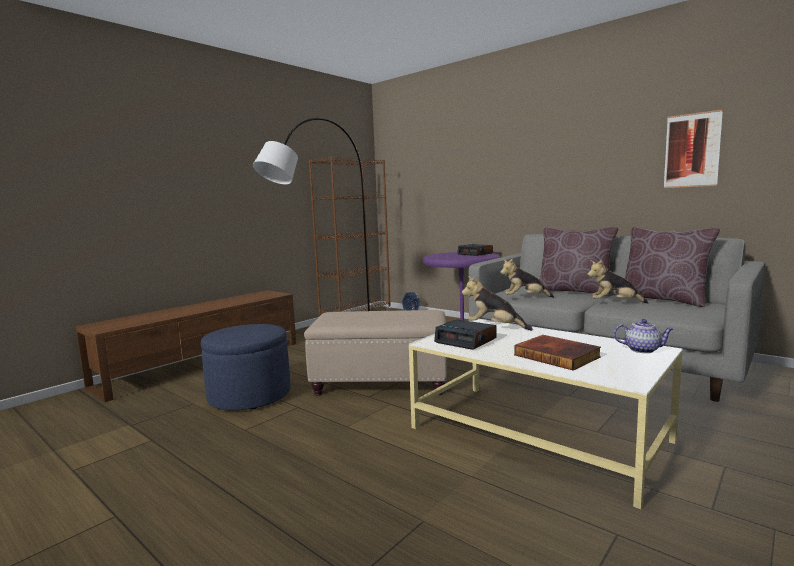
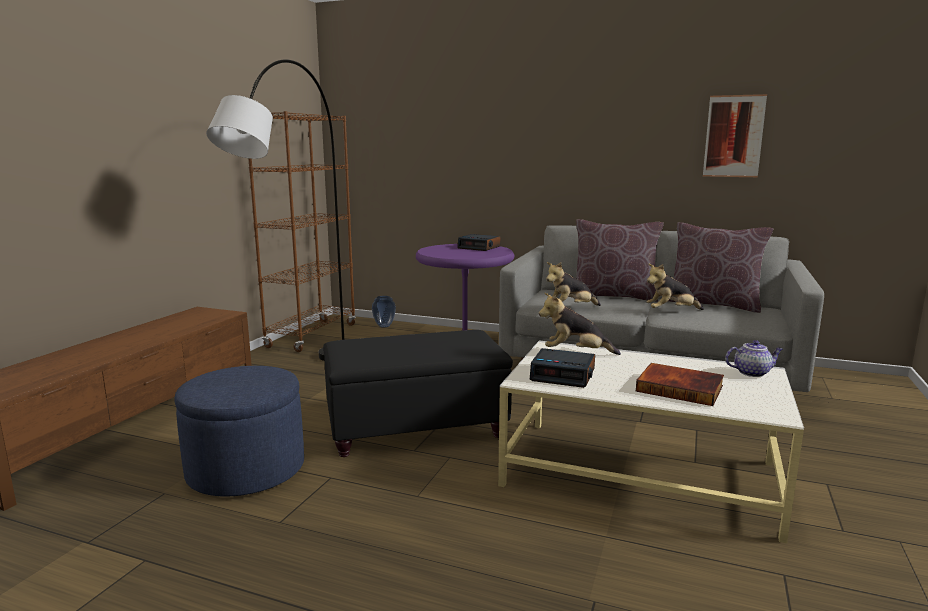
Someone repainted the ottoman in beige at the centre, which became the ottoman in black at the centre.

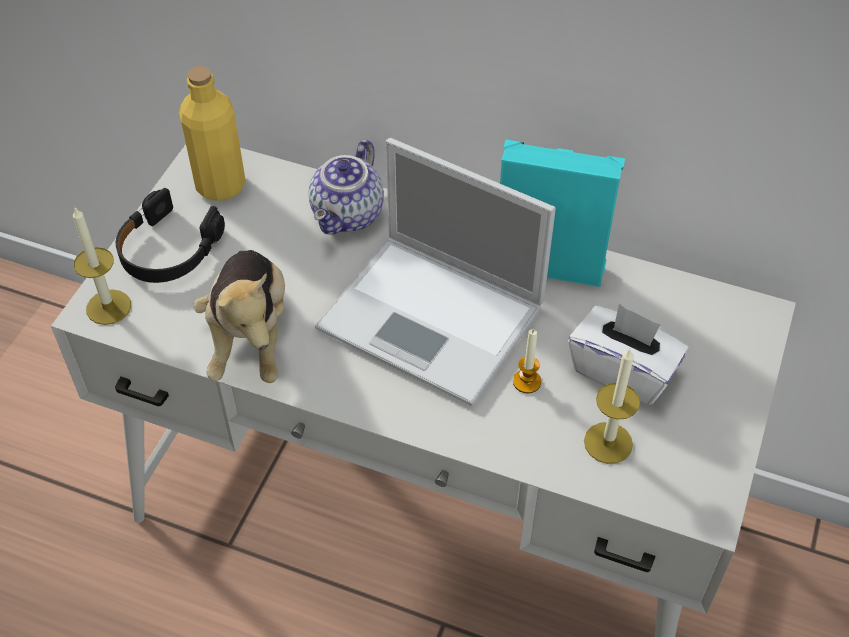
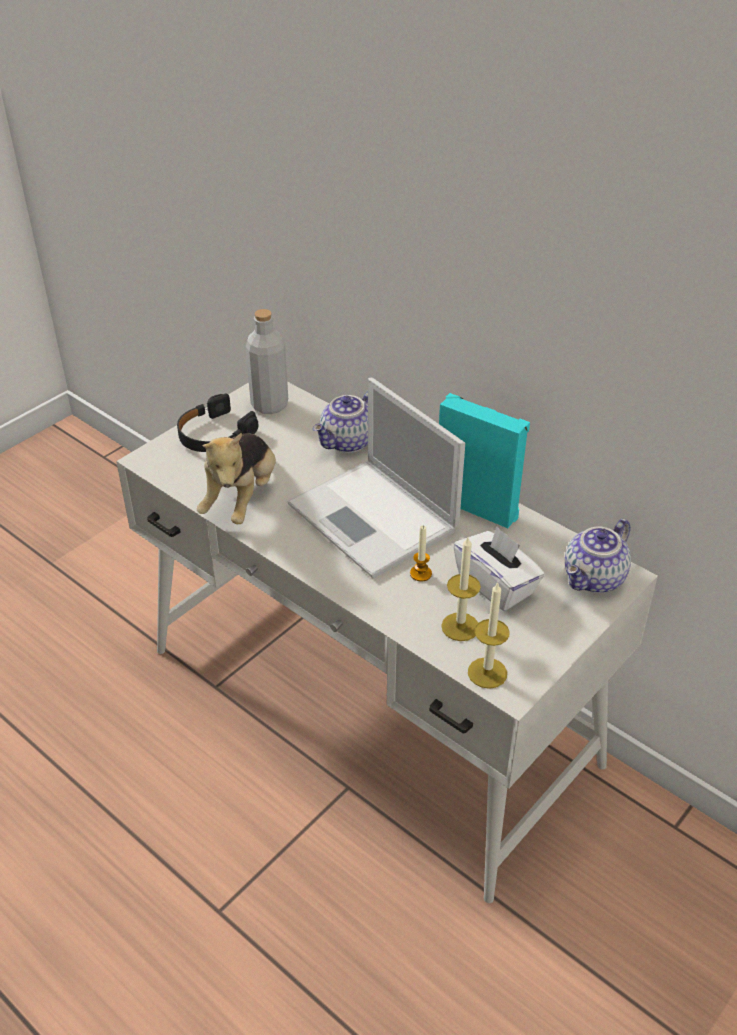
Someone repainted the bottle in yellow at the top left, which became the bottle in grey at the centre. Someone carried the candle (no. 1 from left in the first image) from the middle left to the centre. Someone put down the teapot (no. 2 from left) at the middle right.

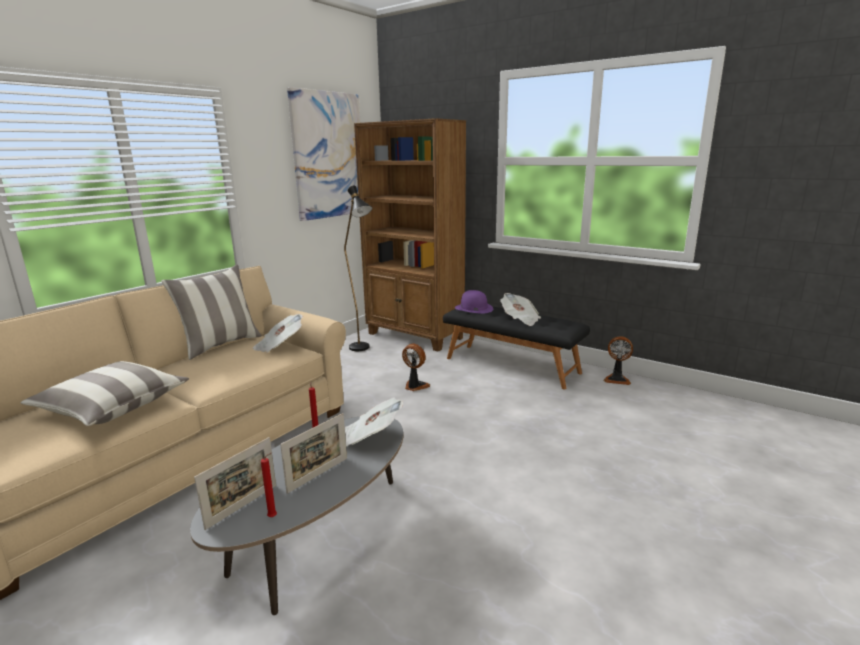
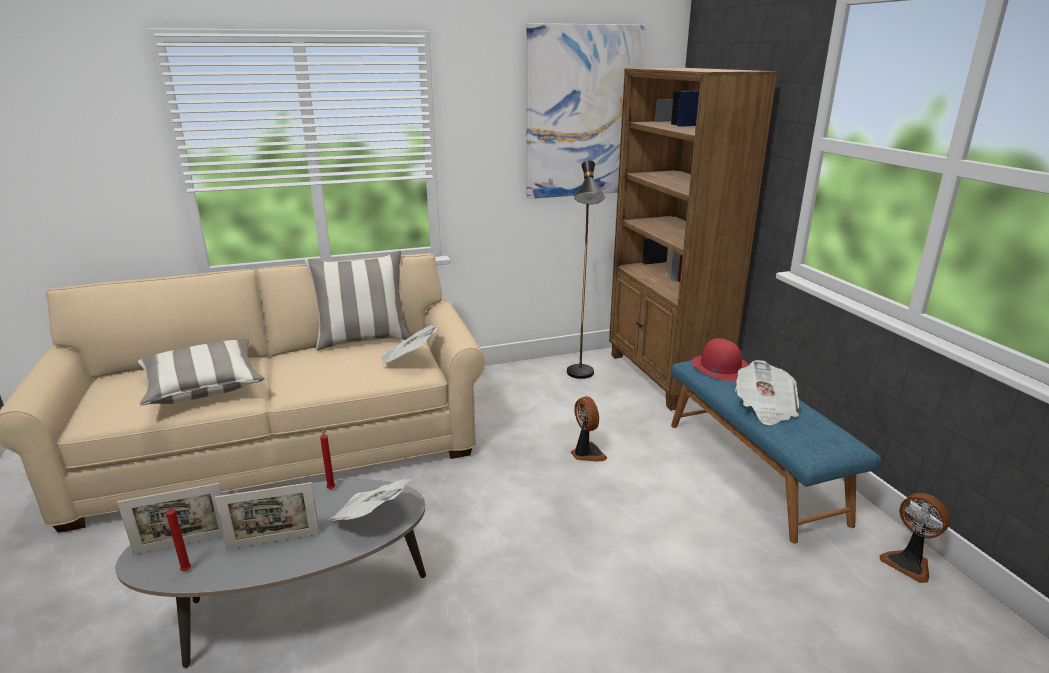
Someone repainted the bench in black at the centre, which became the bench in blue at the bottom right. Someone repainted the hat in purple at the centre, which became the hat in red at the middle right.

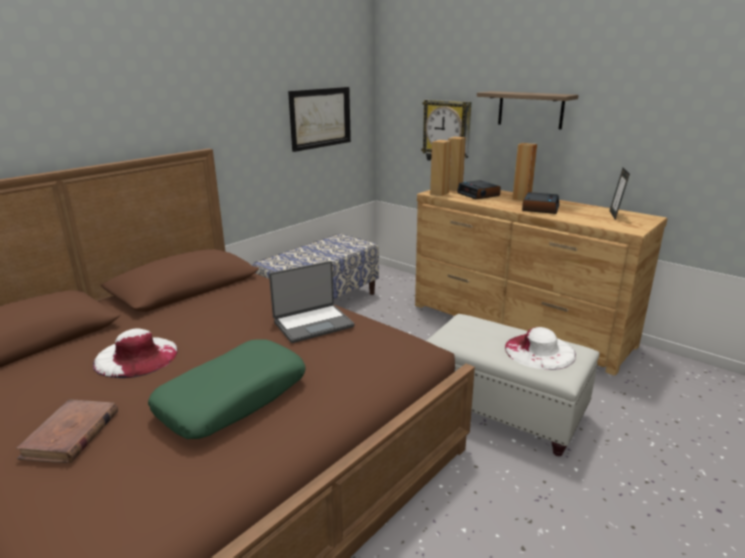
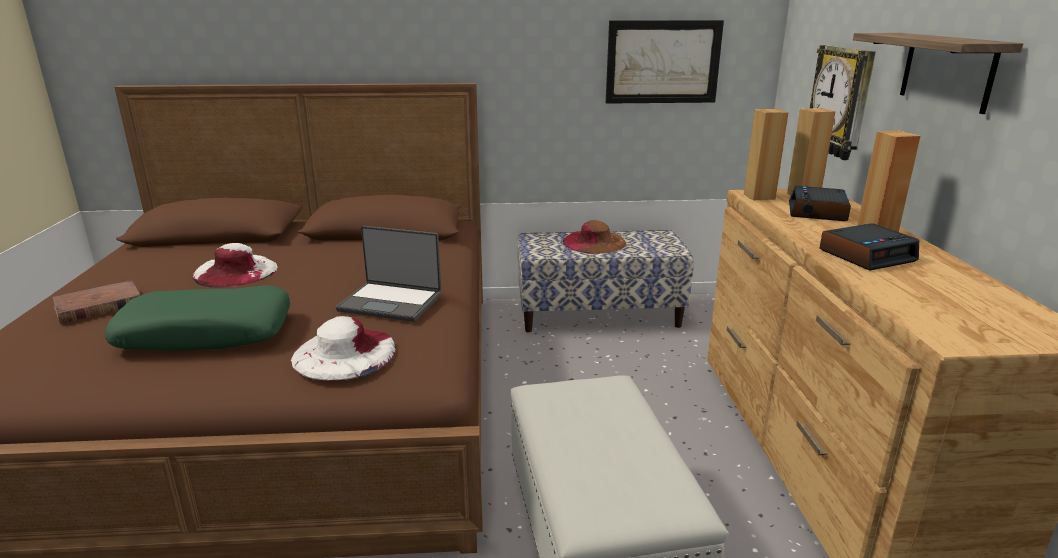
Someone carried the hat in white (no. 2 from left) from the middle right to the middle left. Someone put down the hat in brown at the centre. Someone took away the picture frame at the middle right.

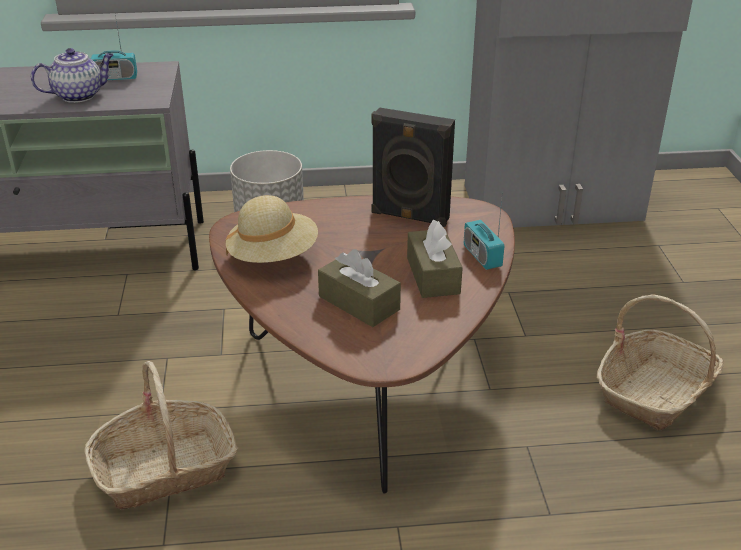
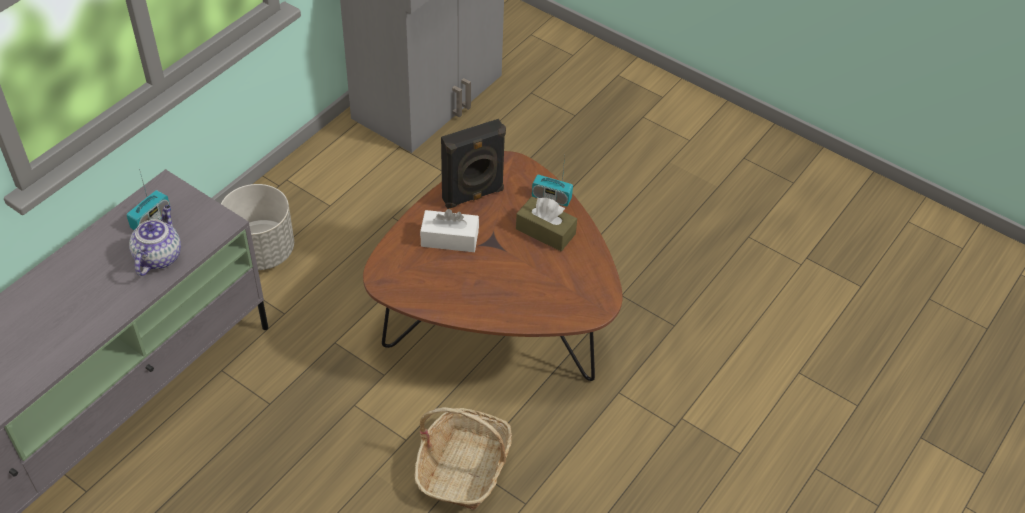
Someone put down the tissue box in white at the centre. Someone took away the hat in beige at the centre. Someone took away the tissue box in brown (no. 1 from left) at the centre. Someone took away the basket (no. 2 from left) at the middle right.

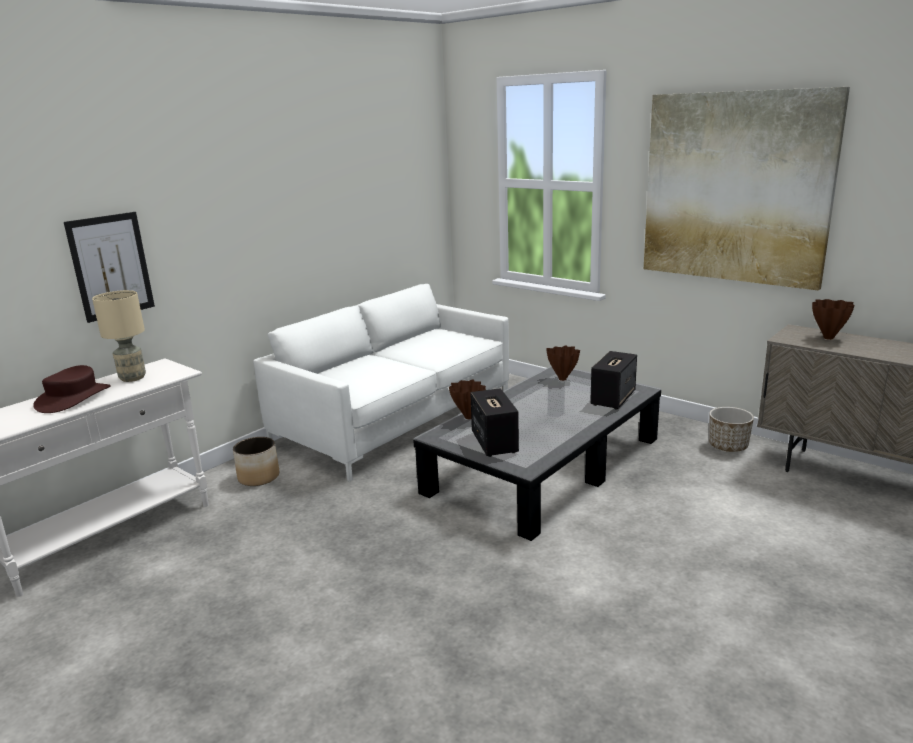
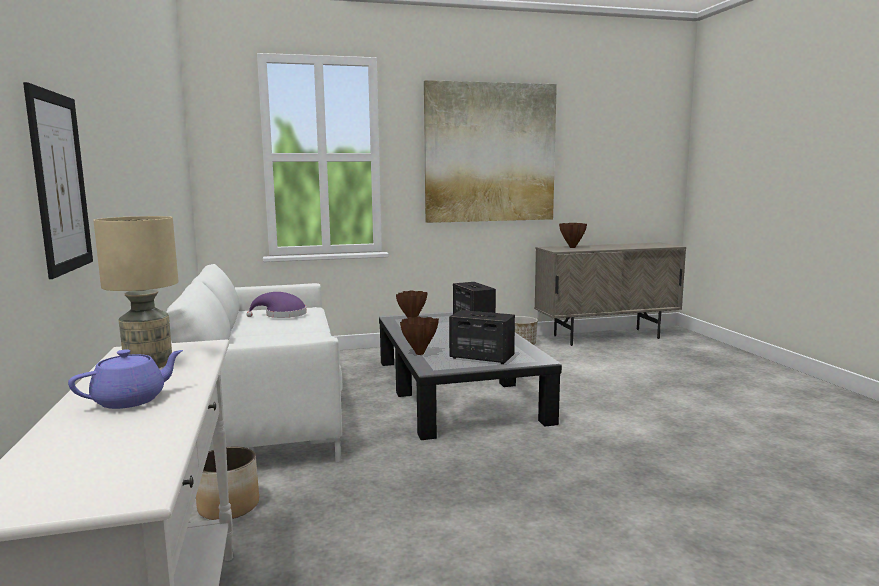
Someone swapped the hat in brown at the middle left for the teapot in purple at the middle left. Someone put down the hat in purple at the middle left.

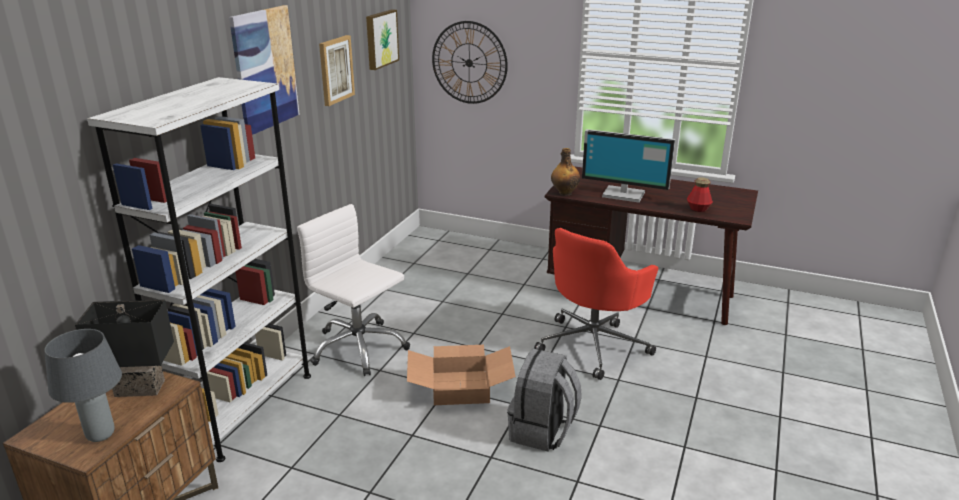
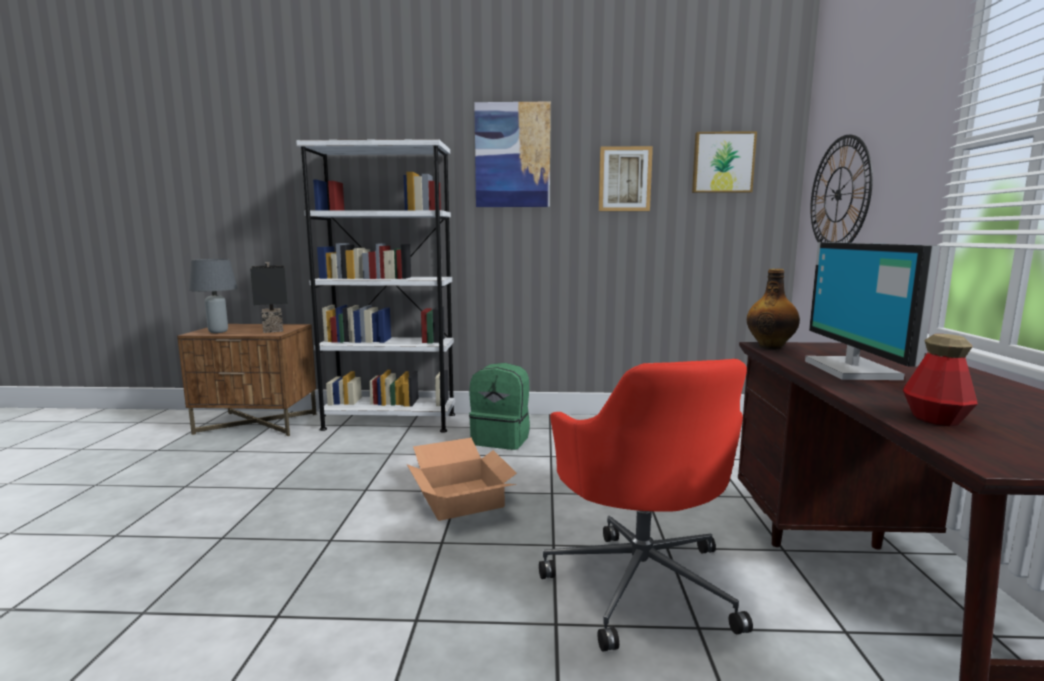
Someone swapped the office chair in white at the centre for the backpack in green at the centre. Someone rotated the office chair in red at the centre by 120 degrees counterclockwise. Someone took away the backpack in grey at the bottom centre.

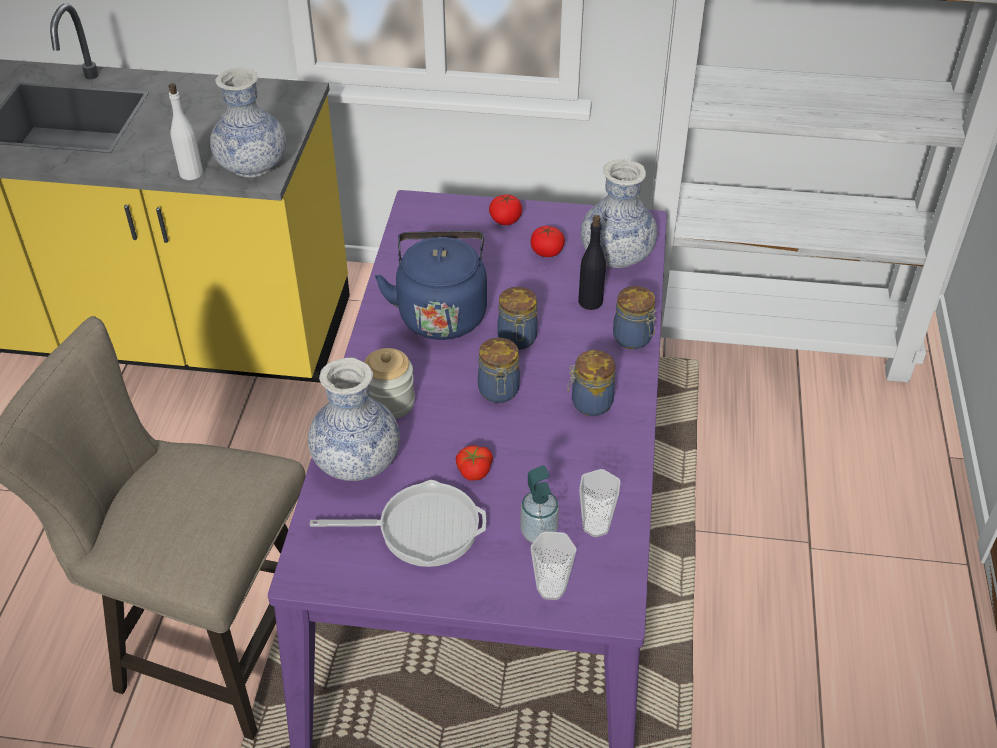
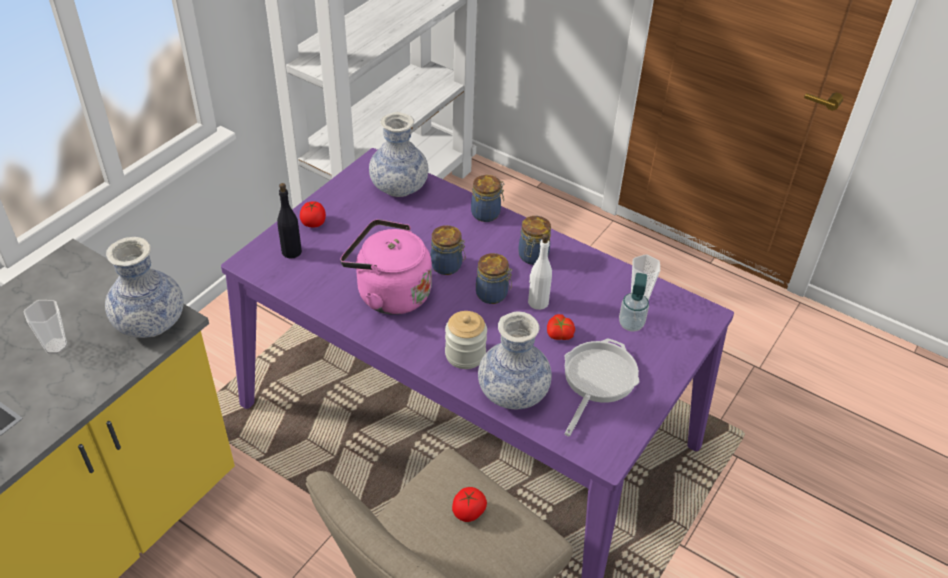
Someone carried the cup (no. 1 from left) from the bottom centre to the middle left. Someone carried the bottle in black from the centre to the middle left. Someone repainted the kettle in blue at the centre, which became the kettle in pink at the centre. Someone carried the tomato (no. 3 from left in the first image) from the top centre to the bottom centre. Someone carried the bottle in white from the top left to the centre.

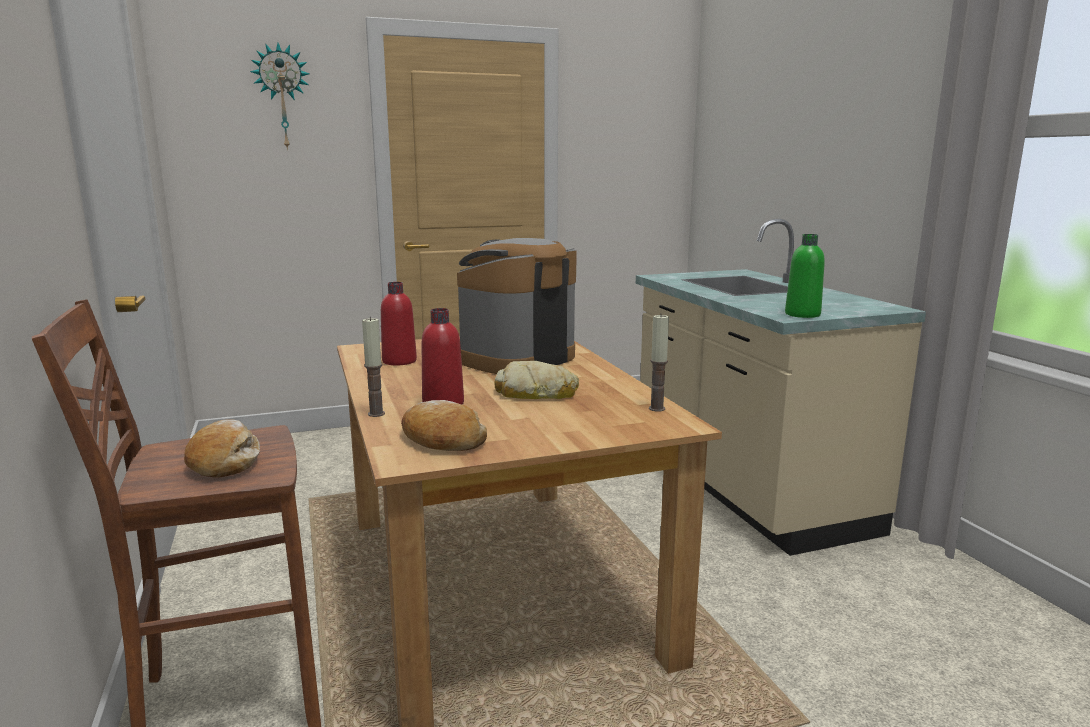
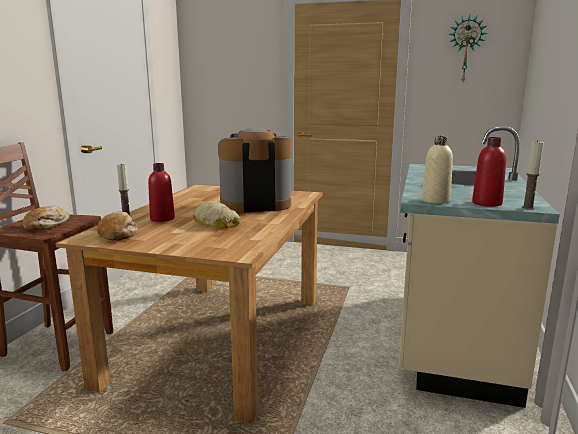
Someone repainted the bottle in green at the middle right, which became the bottle in beige at the middle right. Someone carried the wall clock from the top left to the top right. Someone carried the bottle in red (no. 1 from left in the first image) from the centre to the middle right. Someone carried the candle (no. 2 from left) from the centre to the middle right.

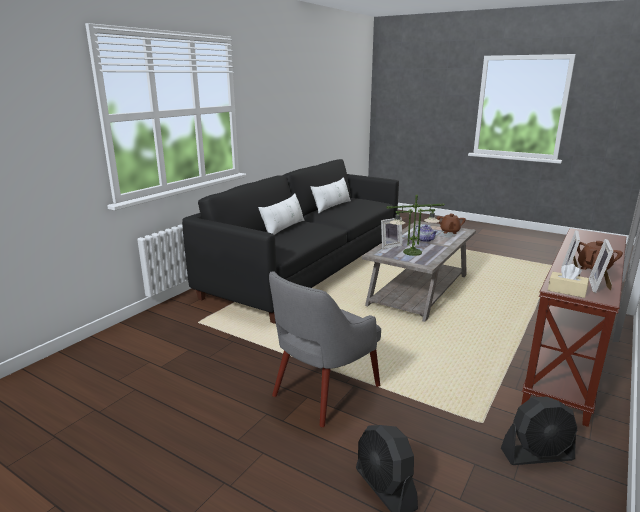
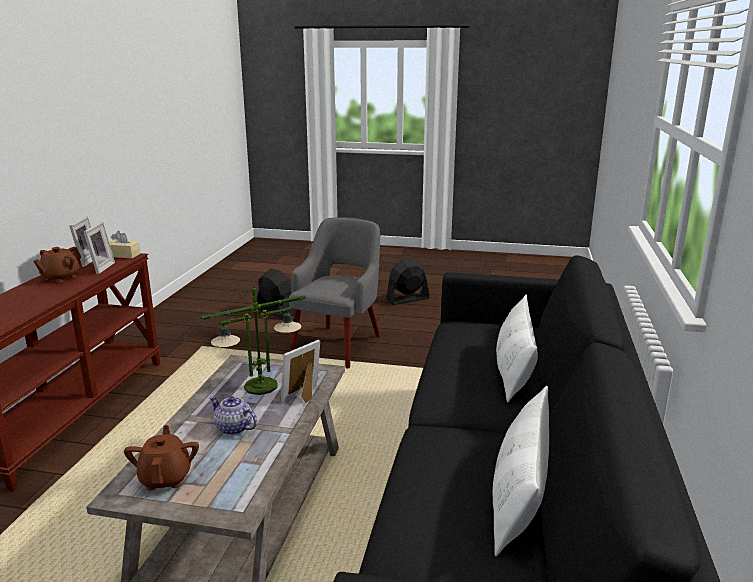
Someone carried the fan in black (no. 2 from left) from the bottom right to the centre.

